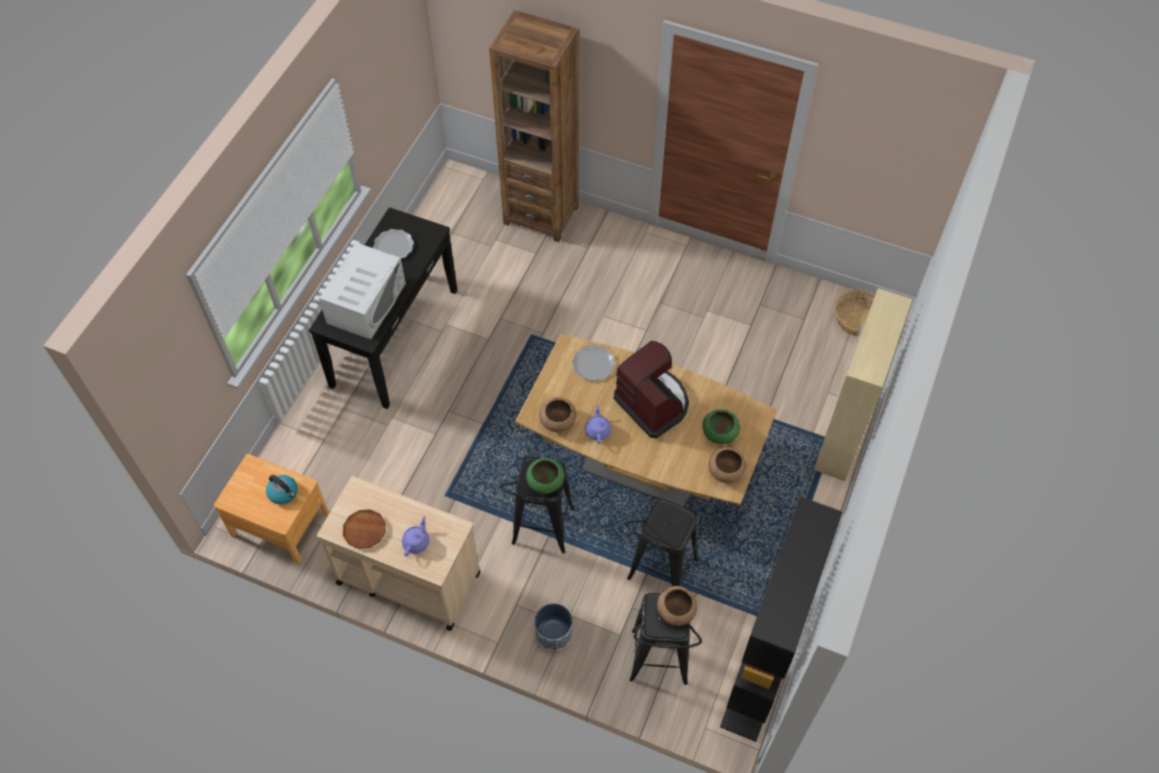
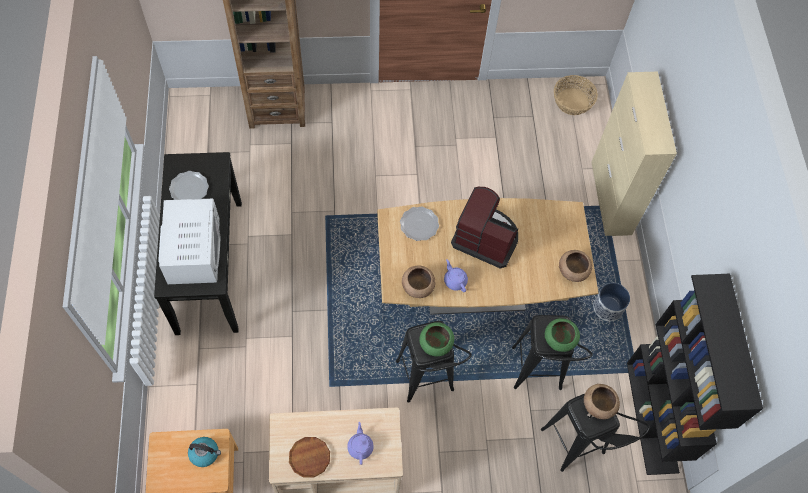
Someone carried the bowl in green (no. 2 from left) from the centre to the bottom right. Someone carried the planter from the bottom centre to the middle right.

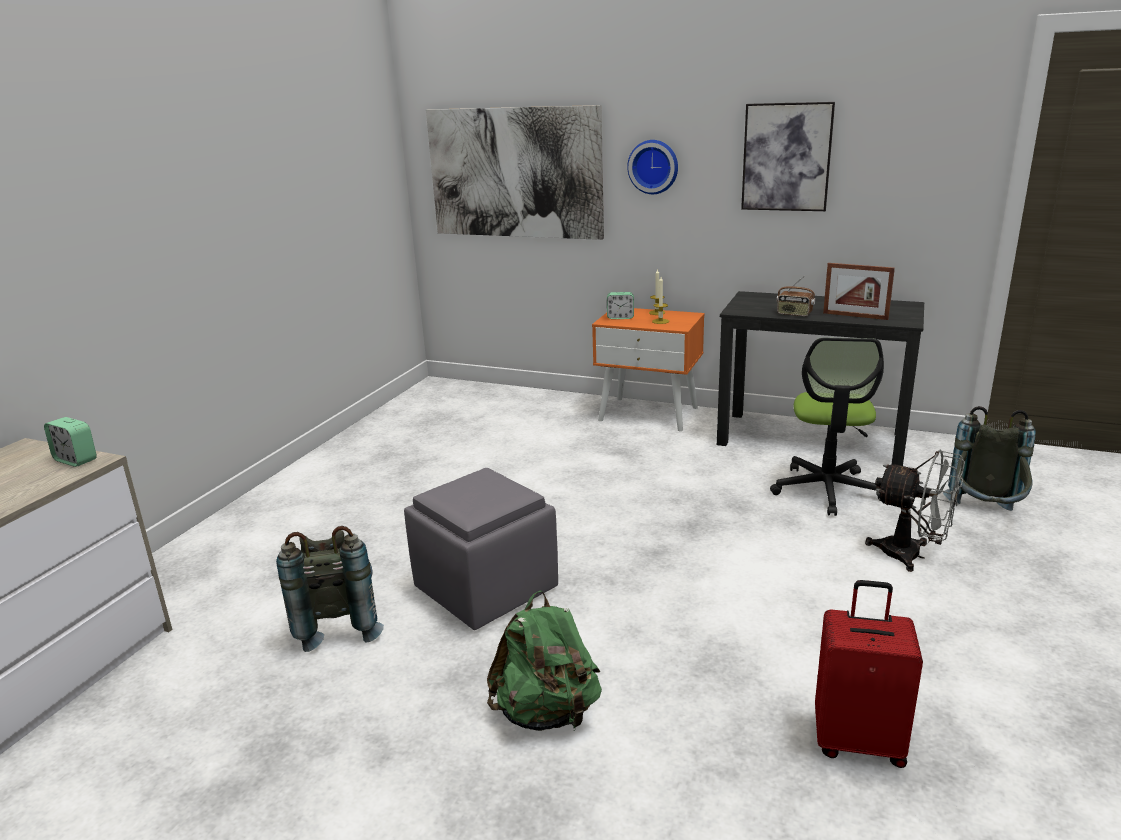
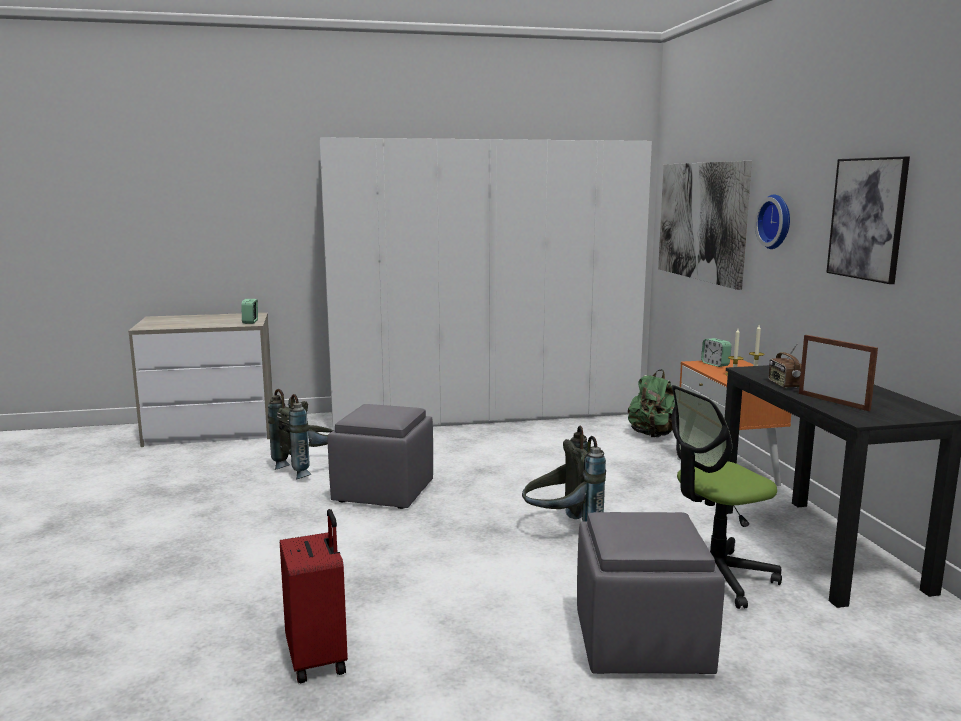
Someone put down the wardrobe in white at the centre. Someone carried the backpack in grey (no. 2 from left) from the middle right to the centre. Someone swapped the fan in grey at the middle right for the ottoman in grey (no. 2 from left) at the bottom right. Someone carried the backpack in green from the bottom centre to the middle right. Someone rotated the picture frame at the middle right by 150 degrees clockwise.

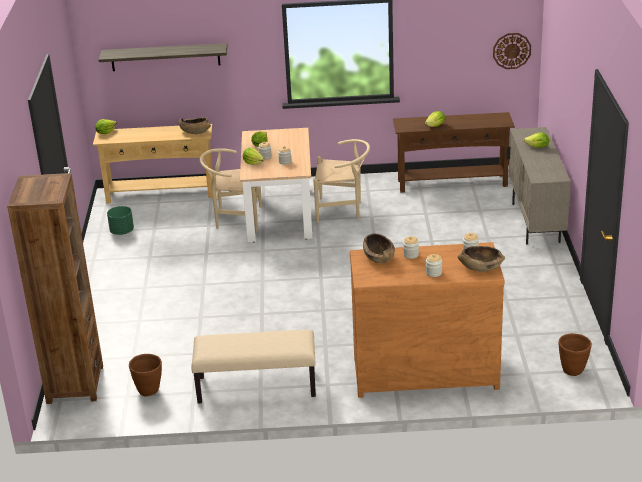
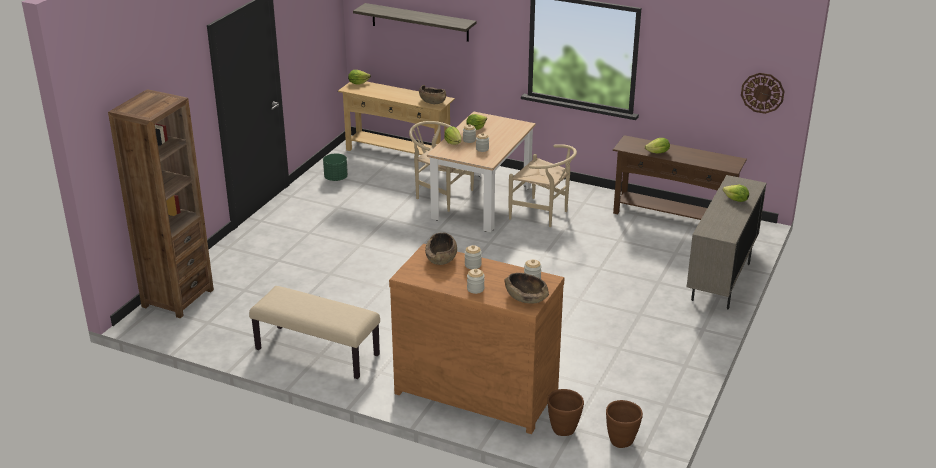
Someone carried the planter in brown (no. 1 from left) from the bottom left to the bottom centre.

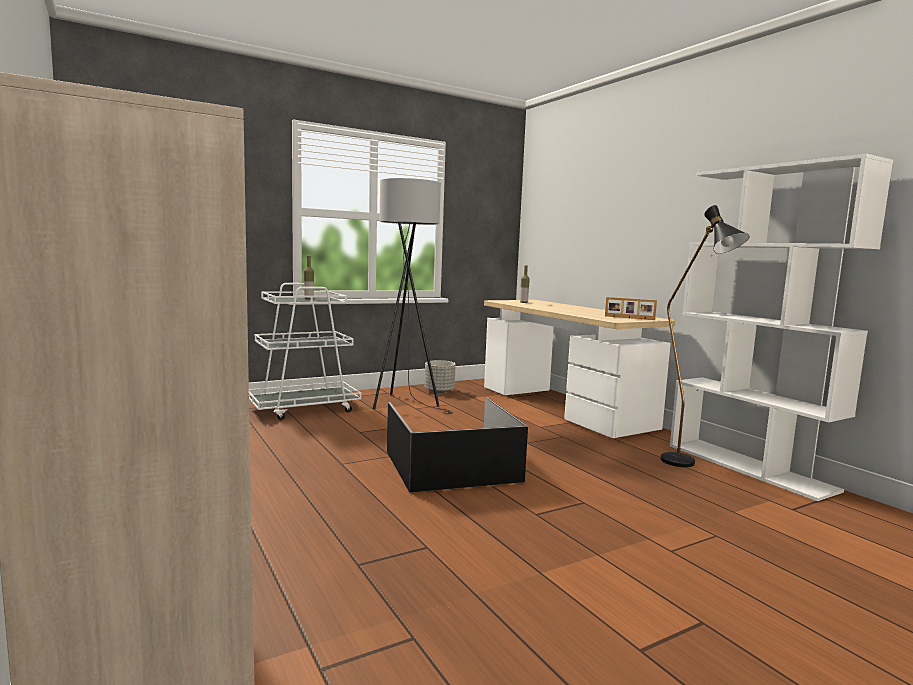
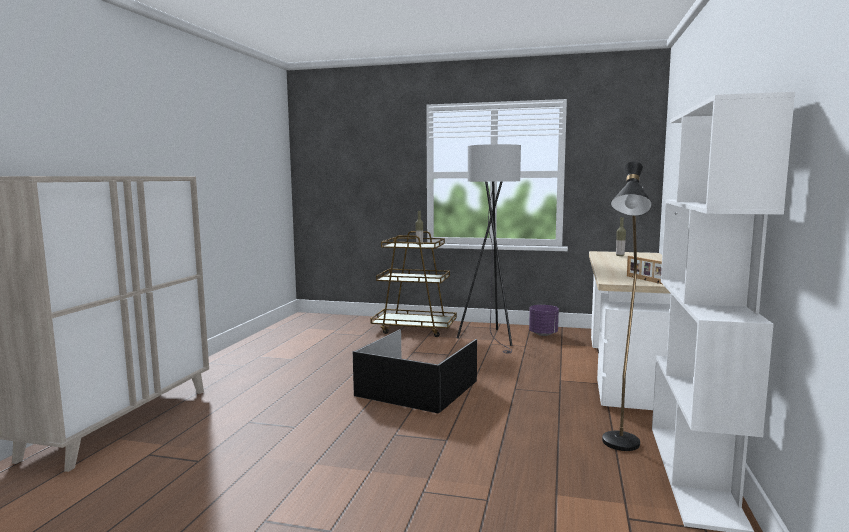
Someone repainted the cart in white at the centre, which became the cart in brown at the centre. Someone repainted the planter in grey at the centre, which became the planter in purple at the centre.

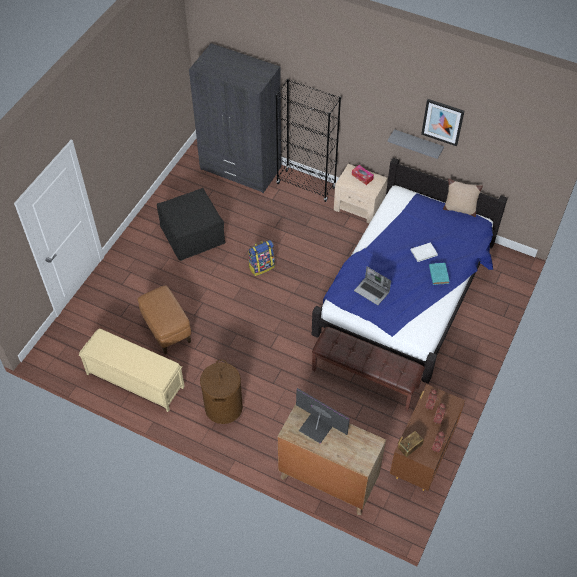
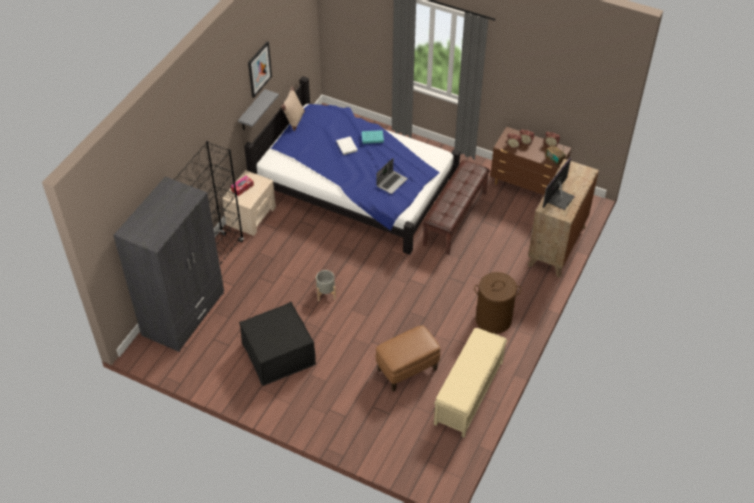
Someone swapped the backpack at the centre for the planter in grey at the centre.

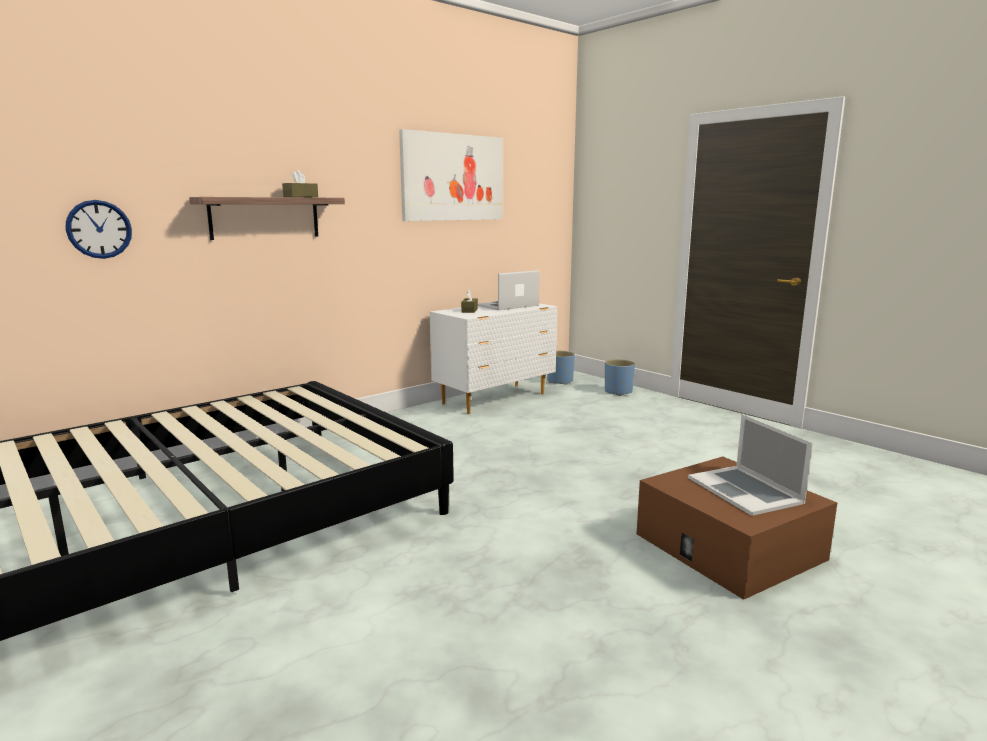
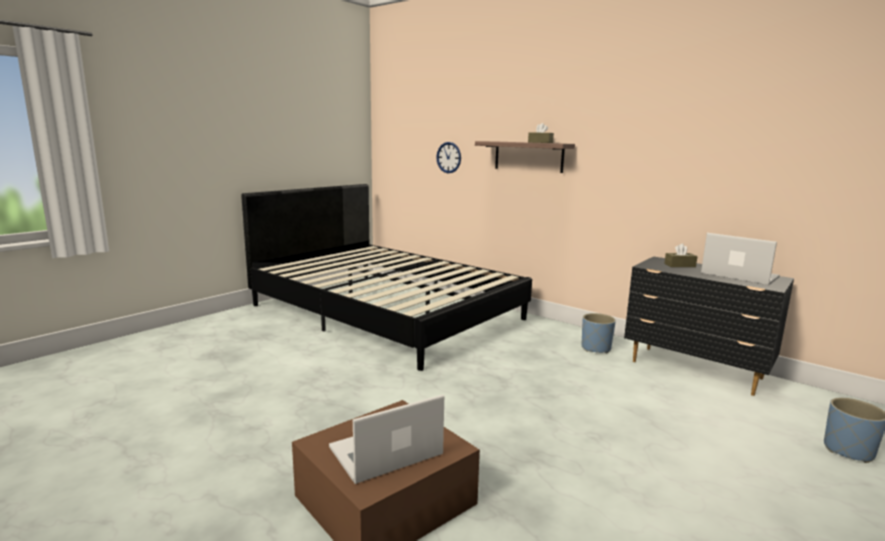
Someone carried the planter in blue (no. 1 from left) from the centre to the middle right. Someone repainted the dresser in white at the centre, which became the dresser in black at the middle right. Someone took away the picture at the top centre.

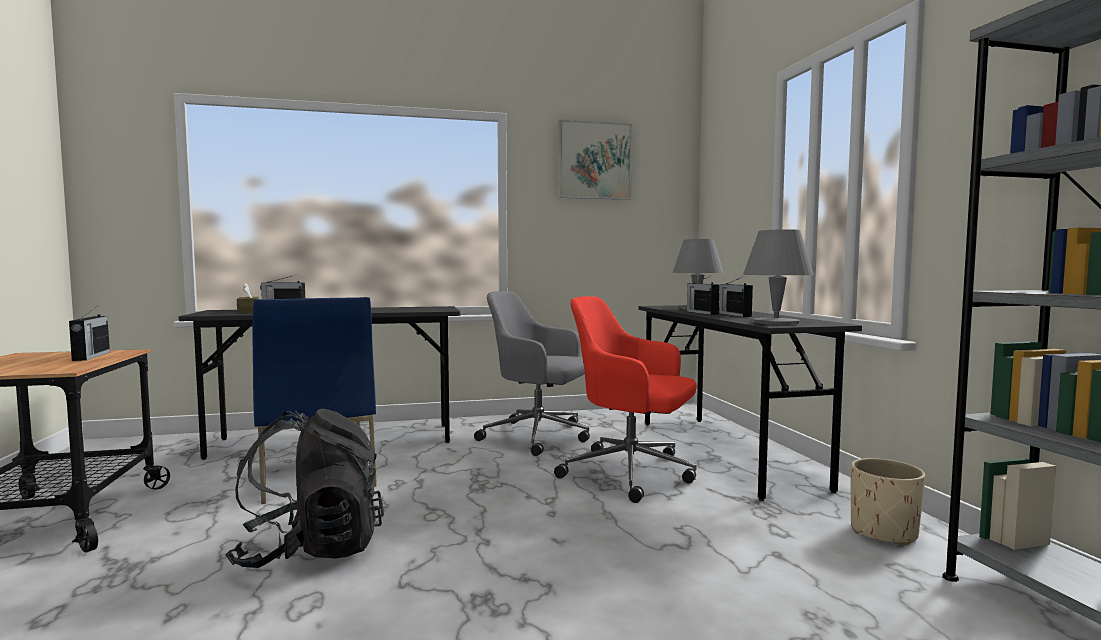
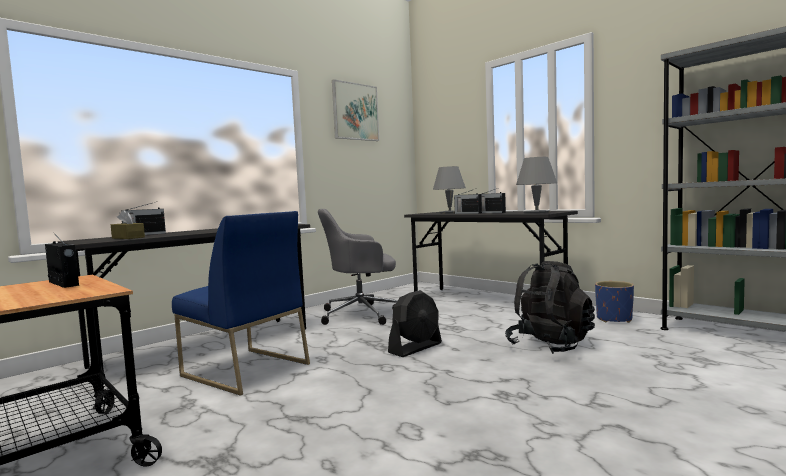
Someone put down the fan in black at the bottom centre. Someone carried the backpack in black from the bottom left to the middle right. Someone repainted the planter in beige at the bottom right, which became the planter in blue at the middle right. Someone took away the office chair in red at the centre.

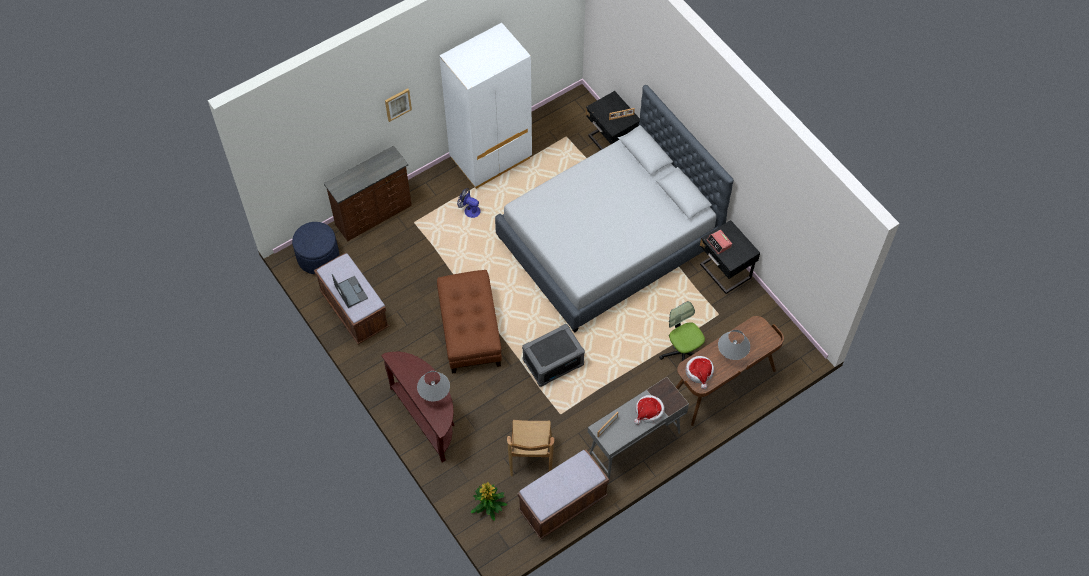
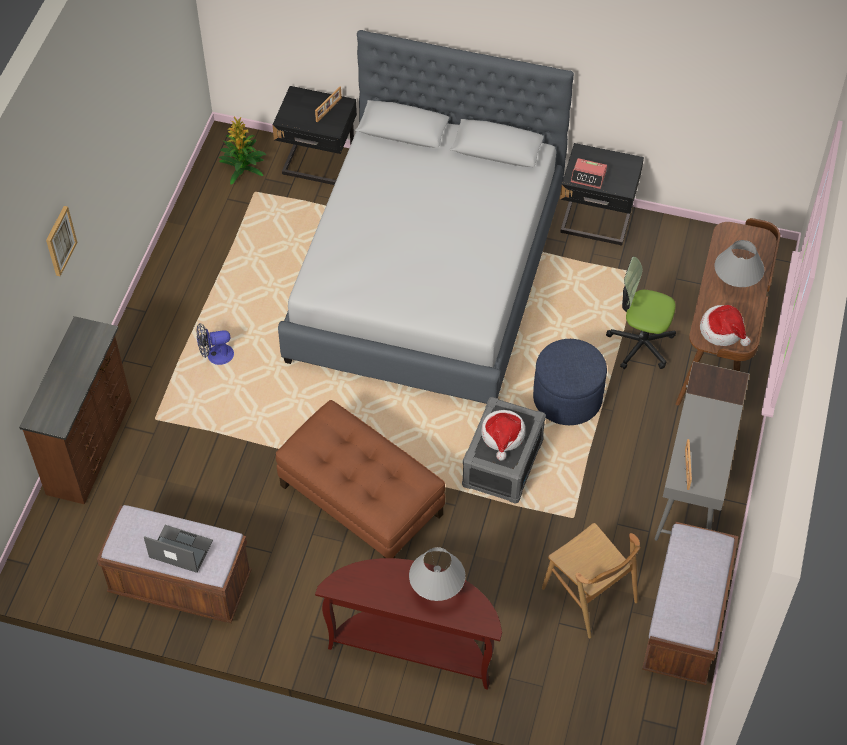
Someone carried the potted plant from the bottom centre to the top left. Someone carried the hat (no. 1 from left) from the bottom centre to the centre. Someone carried the ottoman in blue from the middle left to the middle right. Someone took away the wardrobe in white at the top centre.

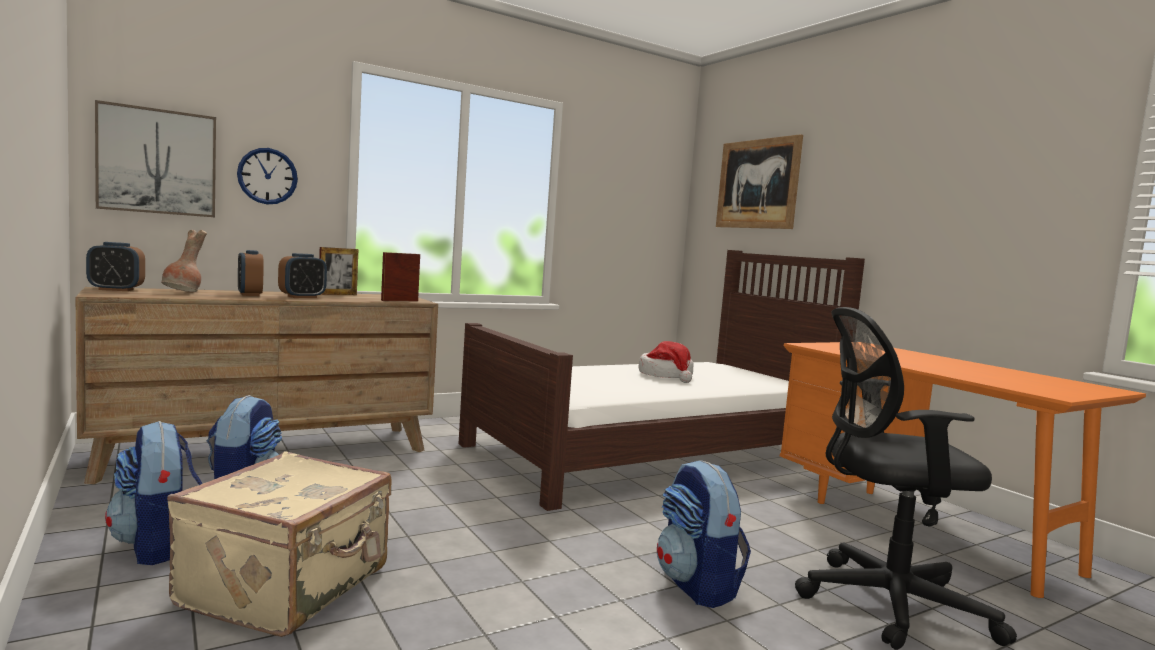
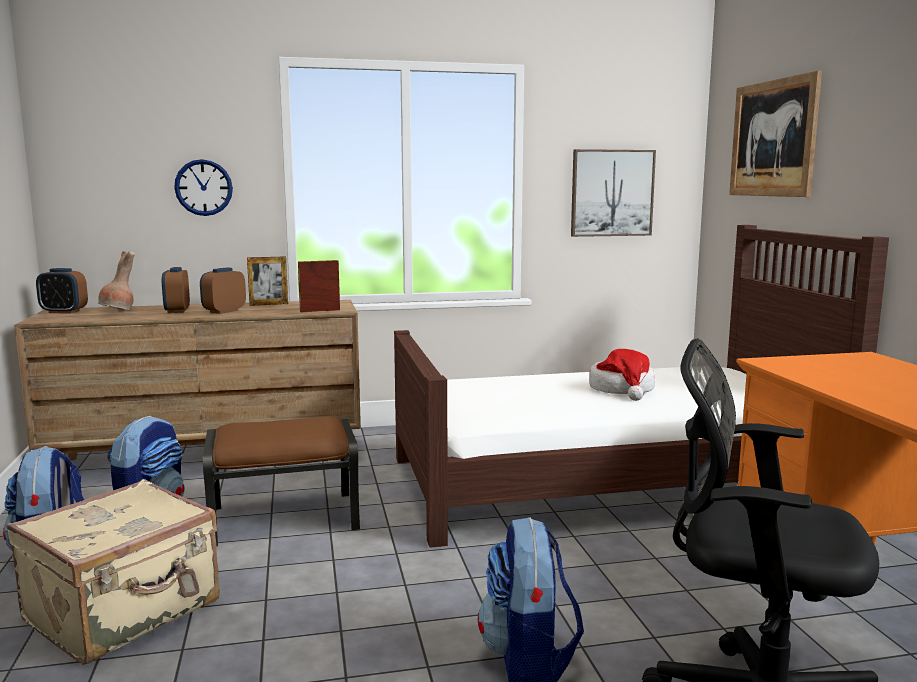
Someone rotated the alarm clock (no. 3 from left) at the middle left by 150 degrees clockwise. Someone put down the ottoman in brown at the bottom left. Someone carried the picture (no. 1 from left) from the top left to the top right.

